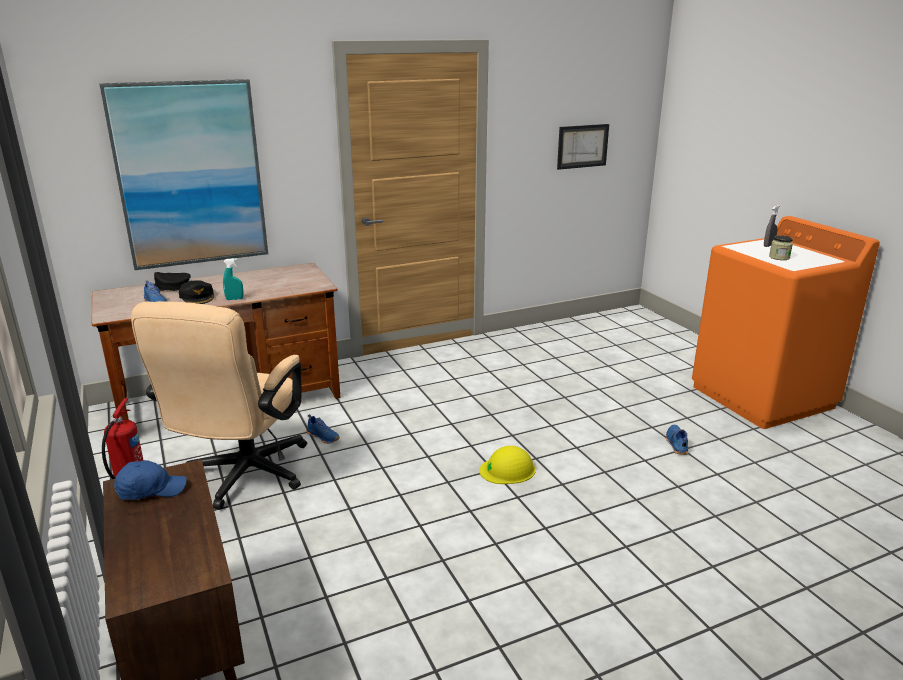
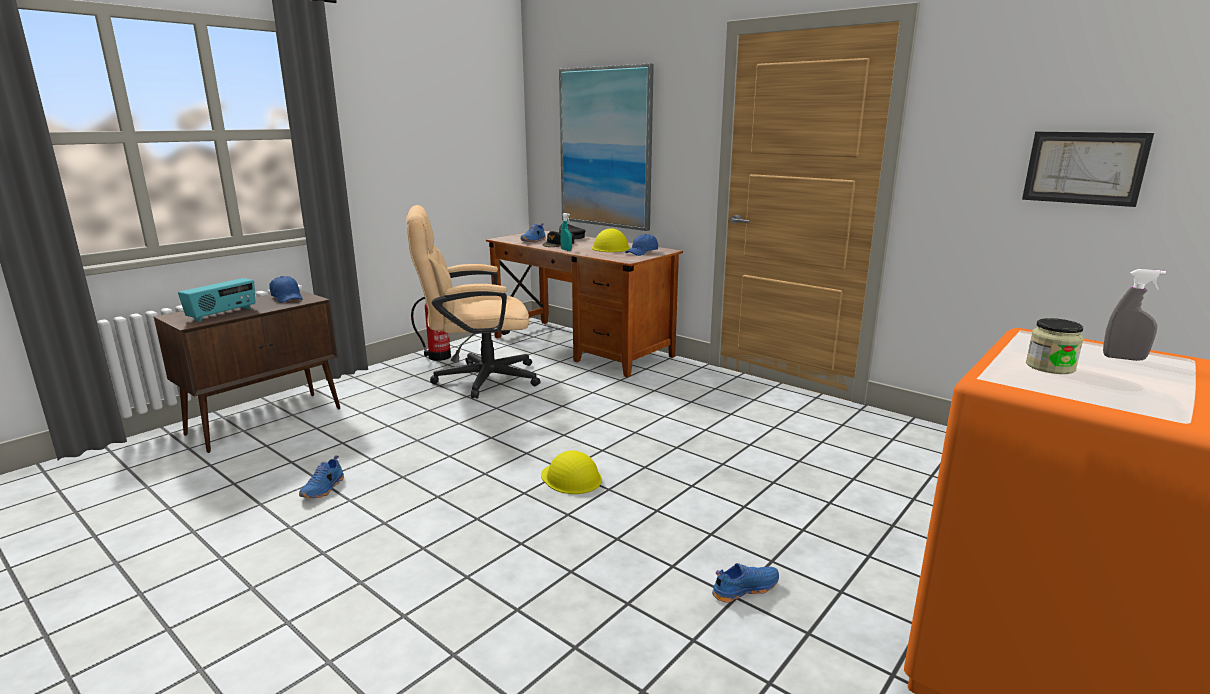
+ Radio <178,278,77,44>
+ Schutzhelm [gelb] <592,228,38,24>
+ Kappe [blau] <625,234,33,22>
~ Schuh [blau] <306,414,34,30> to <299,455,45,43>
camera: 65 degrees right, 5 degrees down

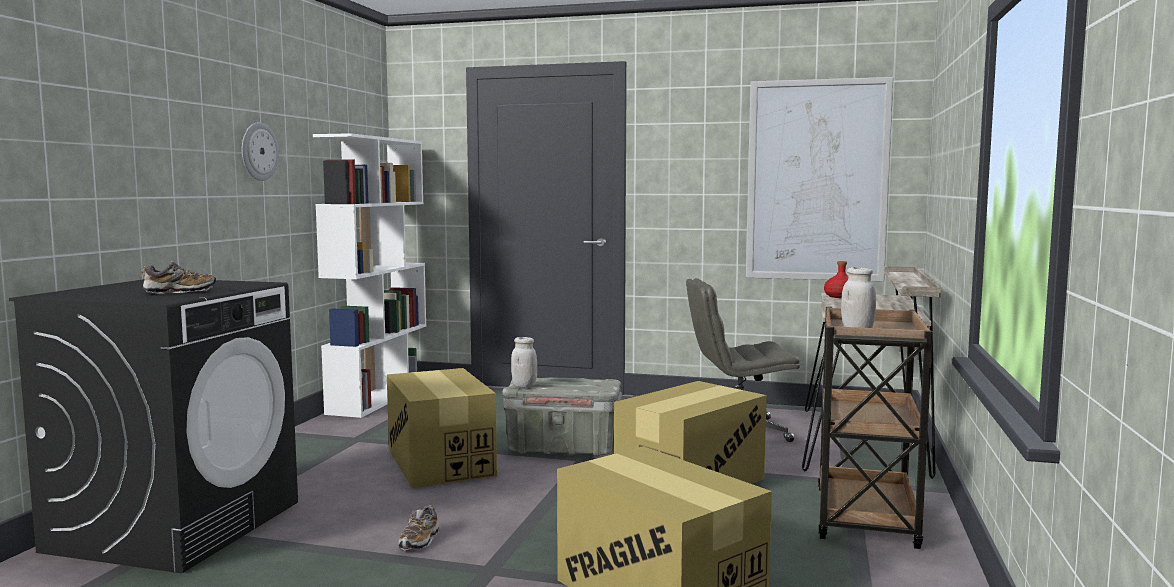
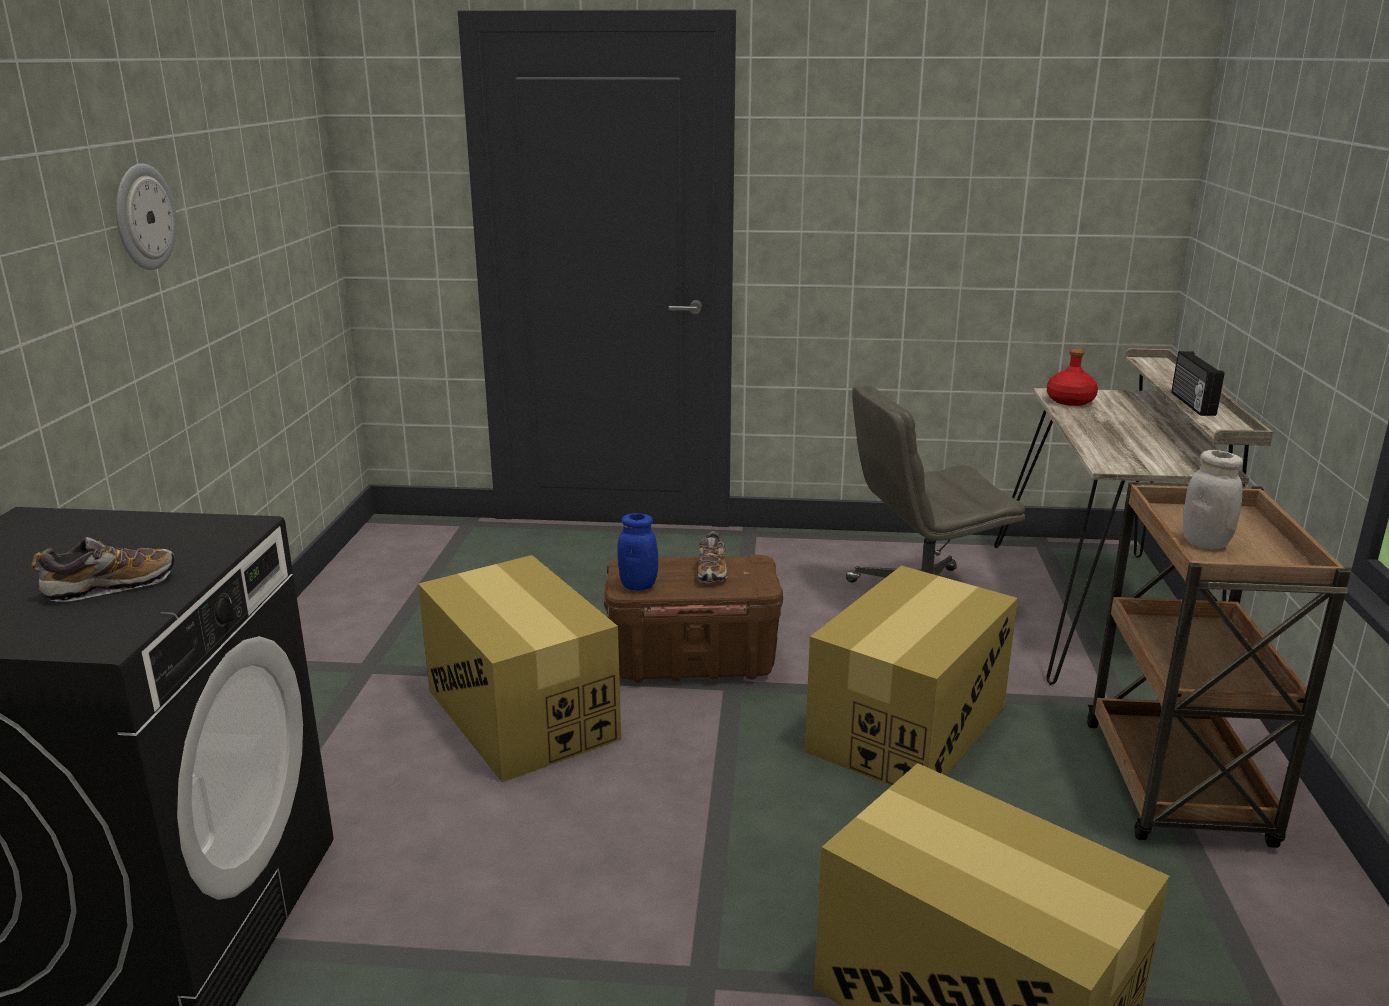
- Bücherregal [weiß] <313,133,113,285>
- Bild <746,77,148,205>
+ Radio <1171,351,53,65>
~ Schuh <398,505,41,45> to <698,531,29,53>
~ Aufbewahrungsbox [grau] <502,377,120,80> to Aufbewahrungsbox [braun] <604,555,179,128>
~ Vorratsglas [weiß] <511,337,26,51> to Vorratsglas [blau] <617,513,41,78>
camera: 10 degrees left, 15 degrees up

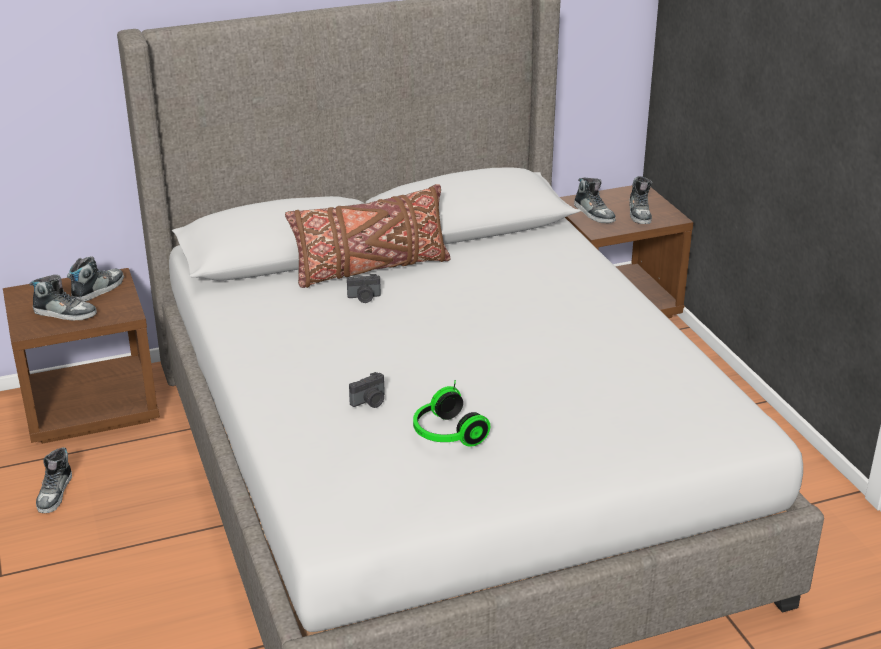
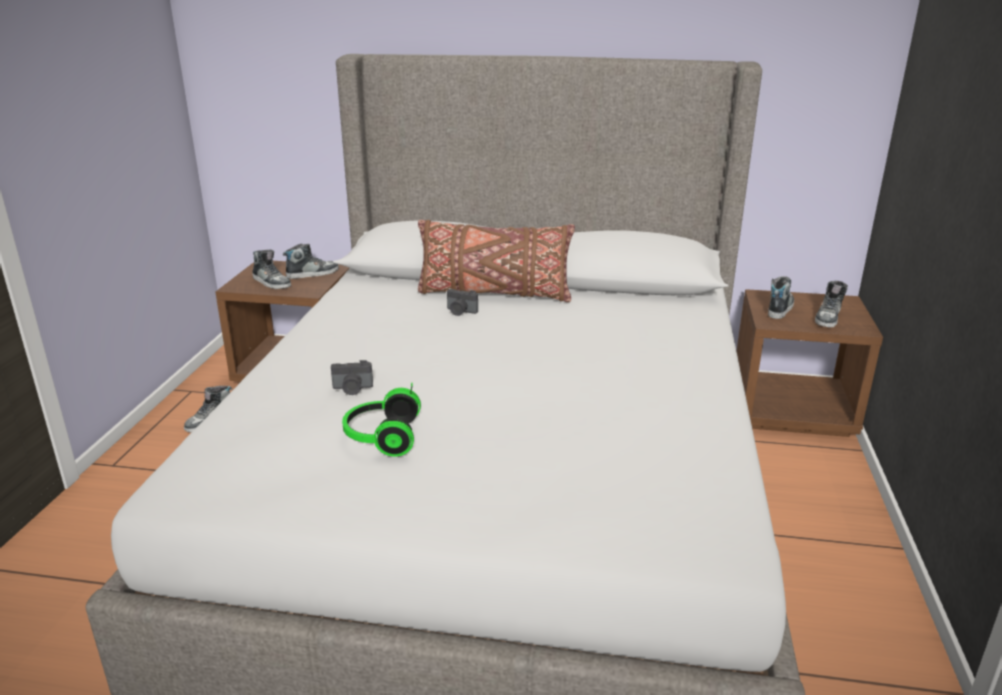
~ Schuh <574,178,42,45> = <768,276,26,43> 150 degrees counterclockwise
camera: 30 degrees right, 5 degrees down

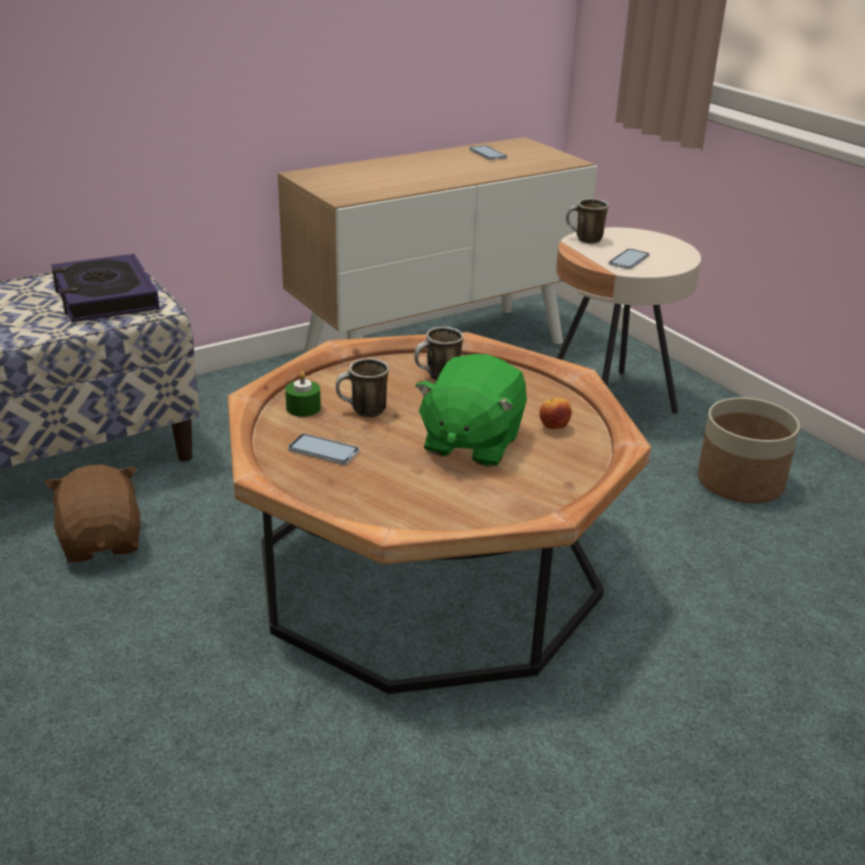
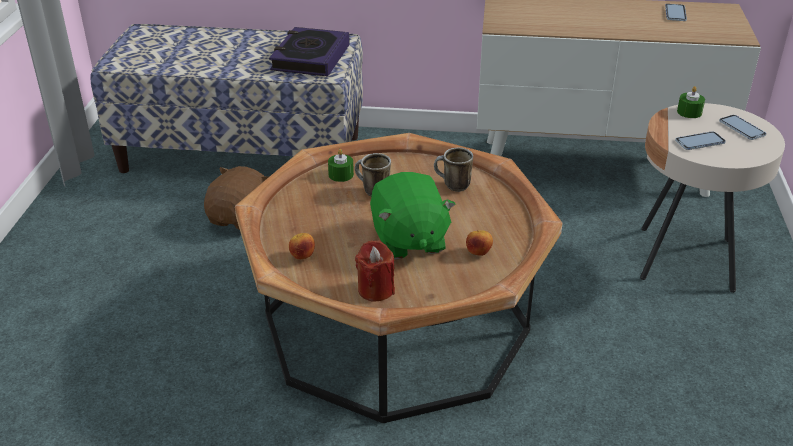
- Pflanzkübel <697,397,103,106>
+ Apfel <289,233,26,26>
+ Kerze [rot] <355,240,40,61>
~ Handy <288,434,71,31> to <719,115,47,25>
~ Henkelbecher <566,198,43,46> to Kerze [grün] <677,86,28,32>
~ Plüschtier [grün] <415,354,112,113> = <370,172,85,88> 75 degrees counterclockwise
camera: 40 degrees right, 5 degrees up

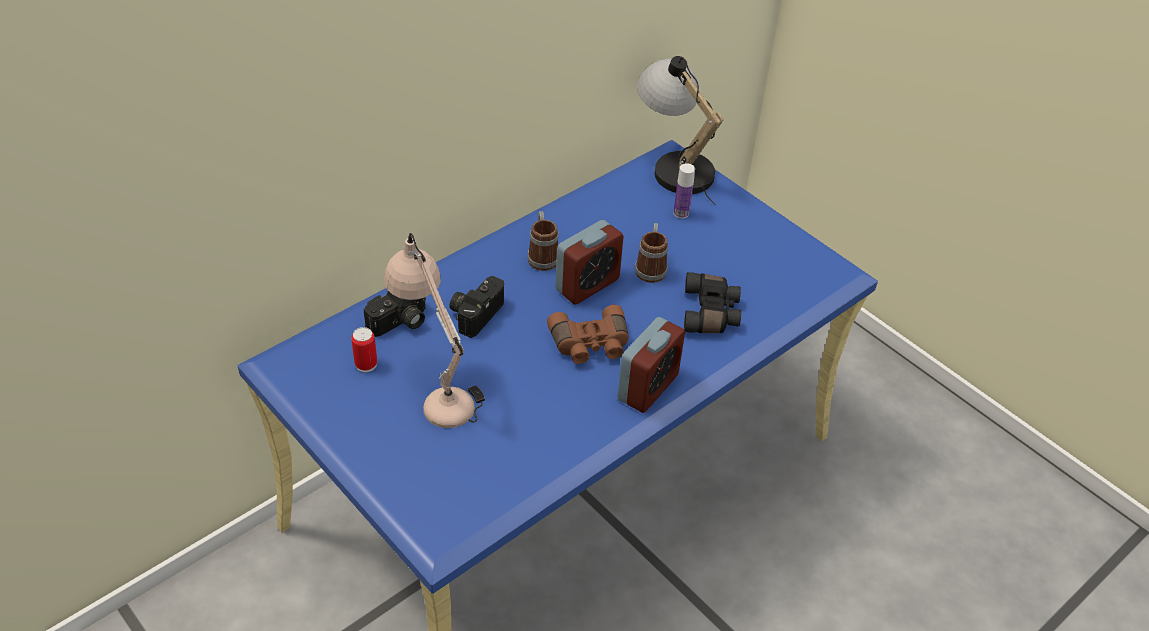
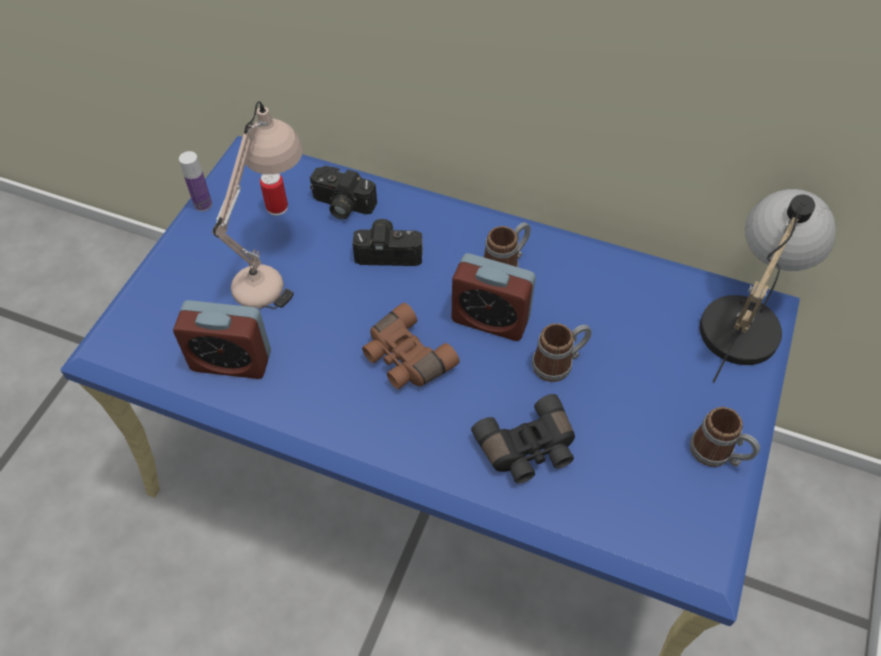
+ Henkelbecher <690,407,70,60>
~ Wecker <617,317,68,96> to <173,300,98,79>
~ Flasche <673,163,22,56> to <179,151,33,60>
camera: 65 degrees right, 10 degrees up

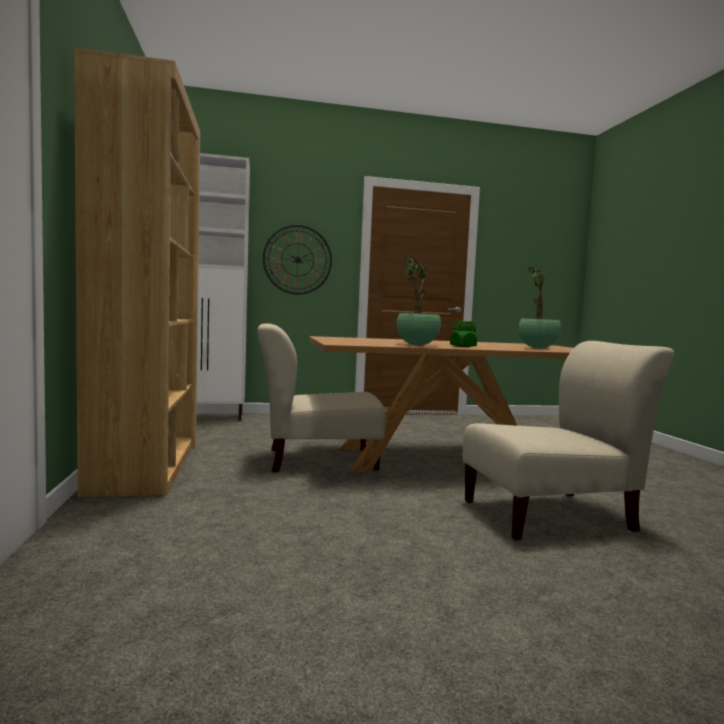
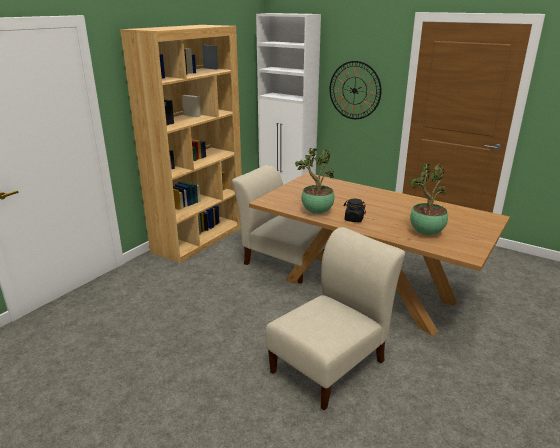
~ Vorratsglas [grün] <450,321,27,26> to Vorratsglas [schwarz] <343,198,23,24>
~ Stuhl [beige] <463,341,212,200> = <265,227,140,183> 75 degrees counterclockwise
camera: 45 degrees right, 20 degrees up

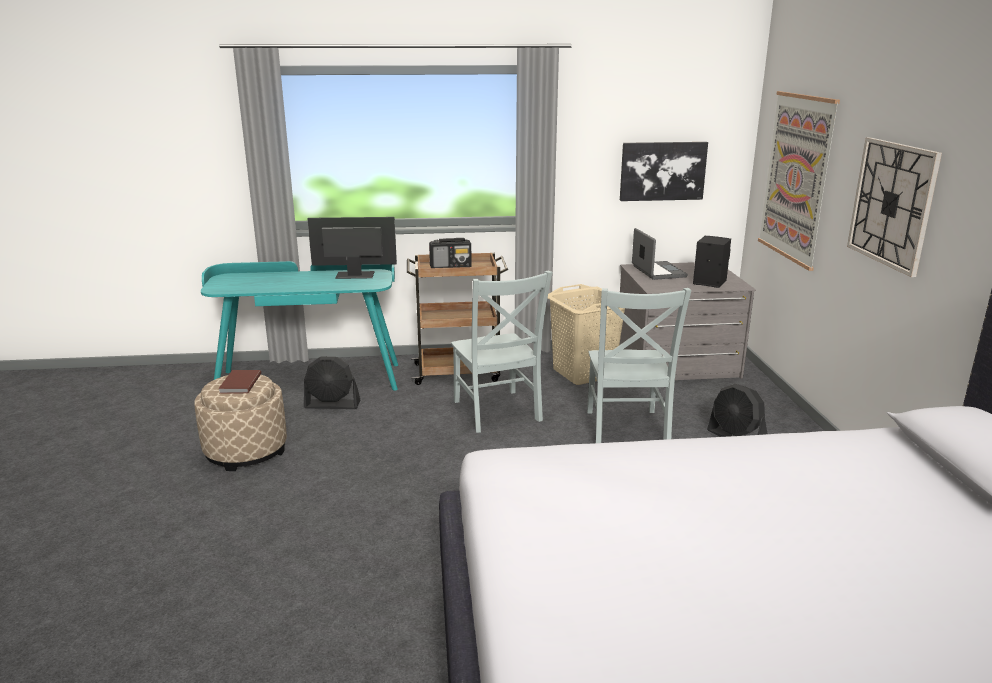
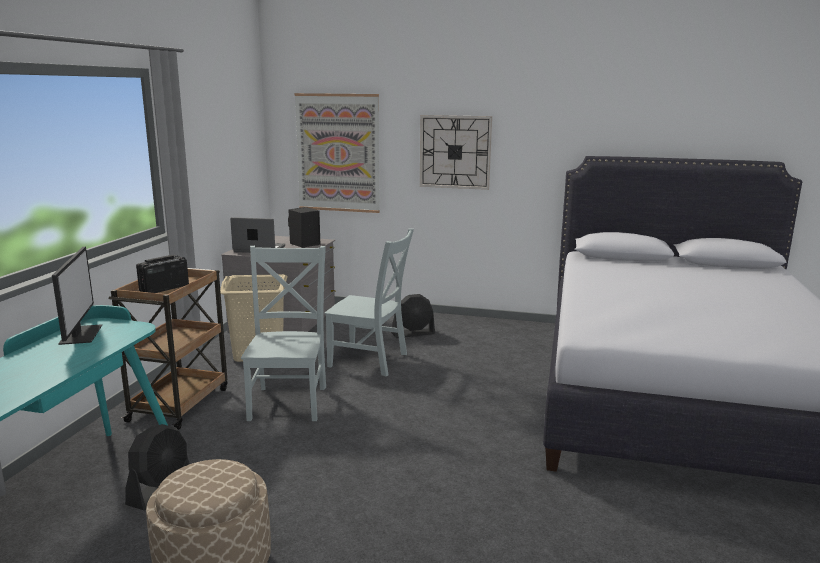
- Buch [braun] <218,370,43,24>
- Bild <620,142,88,59>
~ Monitor <307,217,90,62> = <52,247,50,98> 150 degrees clockwise
~ Radio <429,238,43,30> = <136,255,53,38> 150 degrees counterclockwise
~ Stuhl [grau] <451,271,102,162> = <241,246,85,175> 90 degrees counterclockwise
camera: 70 degrees left, 5 degrees down

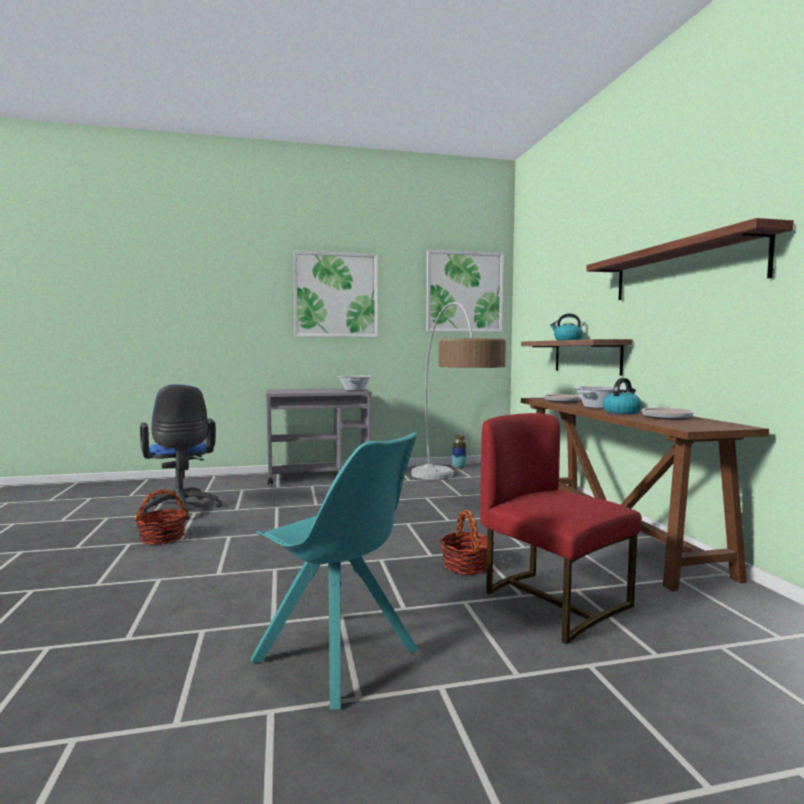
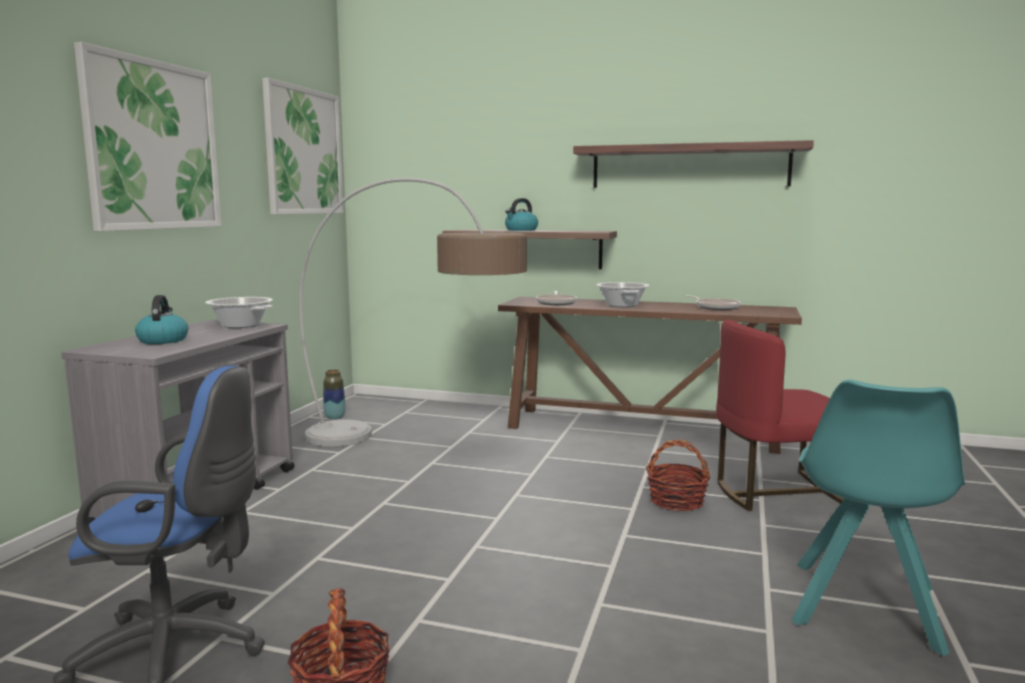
~ Wasserkessel <603,378,39,36> to <135,295,54,49>
~ Stuhl [türkis] <251,432,168,277> = <792,379,173,277> 135 degrees clockwise
camera: 60 degrees left, 5 degrees up

